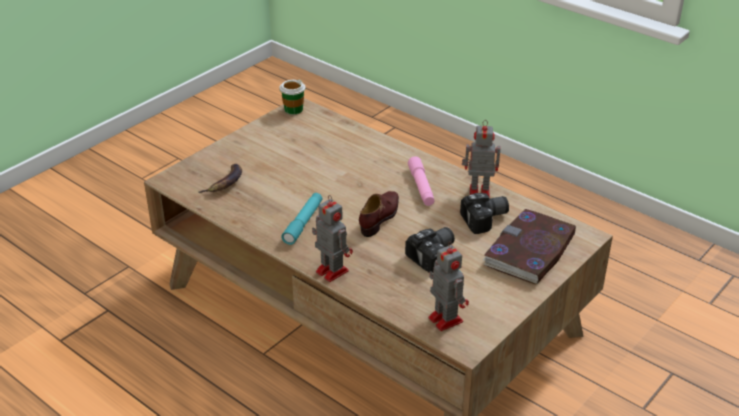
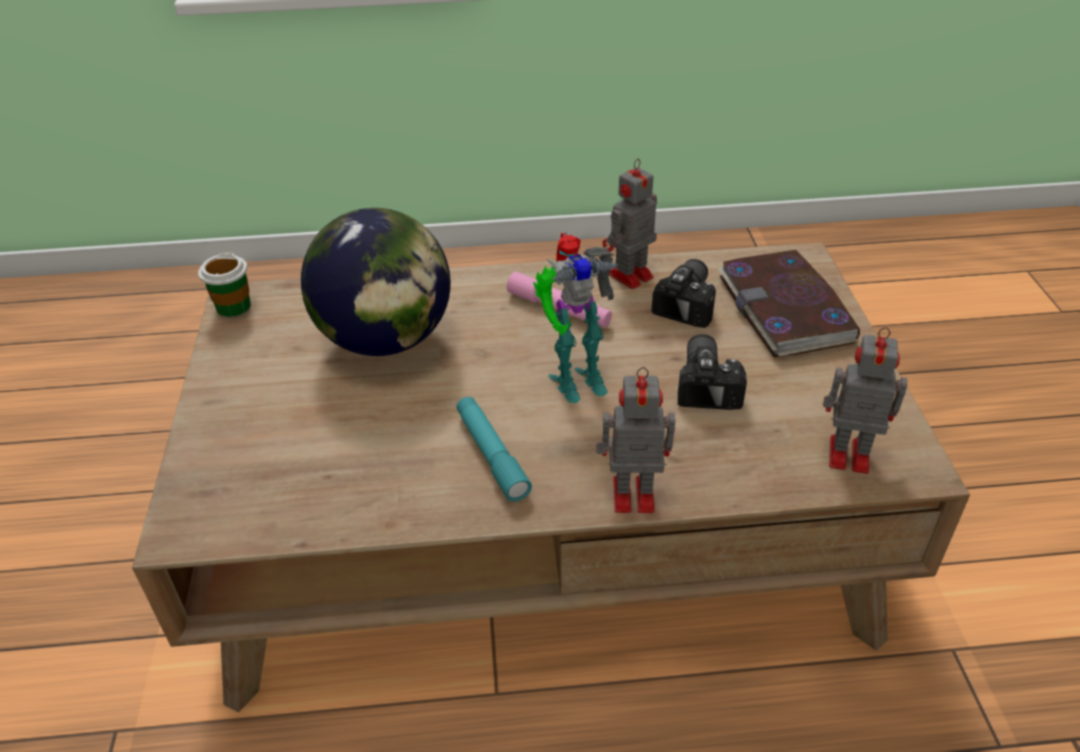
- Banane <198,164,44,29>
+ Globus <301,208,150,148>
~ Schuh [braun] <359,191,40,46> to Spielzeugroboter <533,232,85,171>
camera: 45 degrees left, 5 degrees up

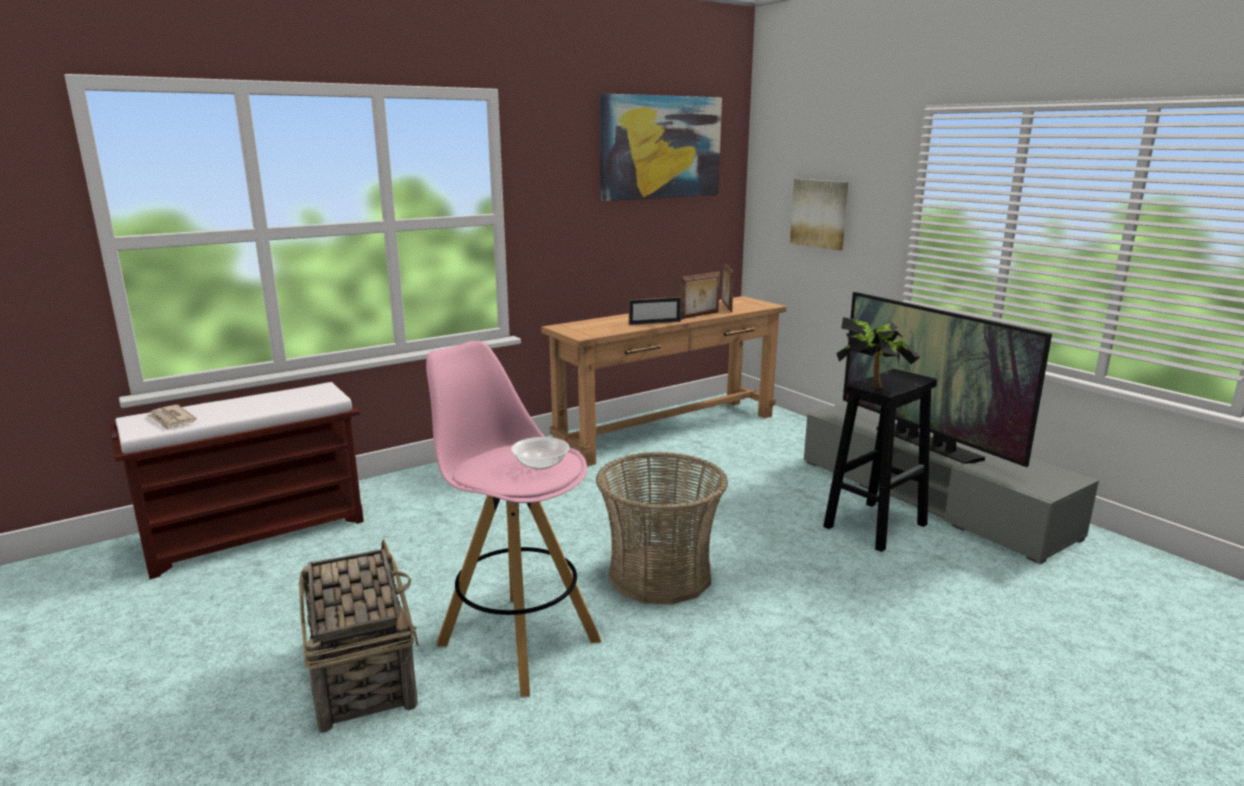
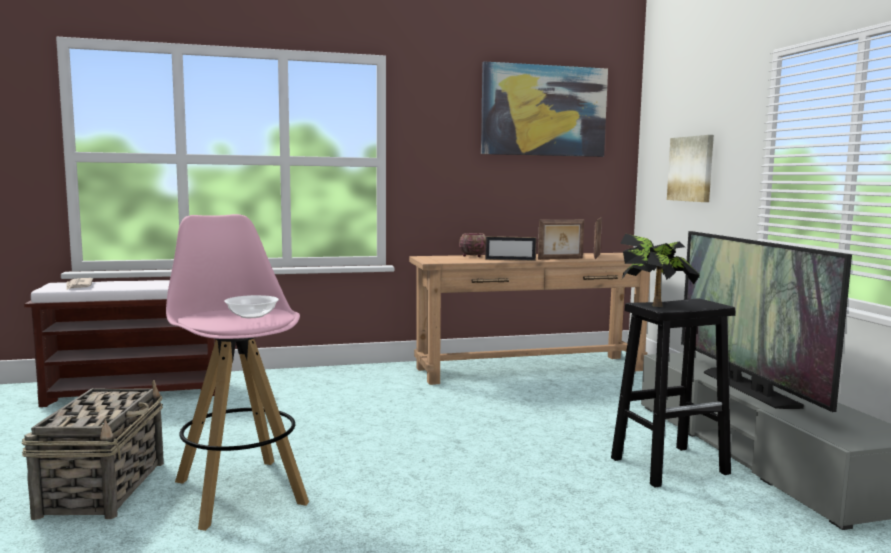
- Korb <596,452,132,153>
+ Schüssel <459,233,27,24>
camera: 20 degrees right, 10 degrees down

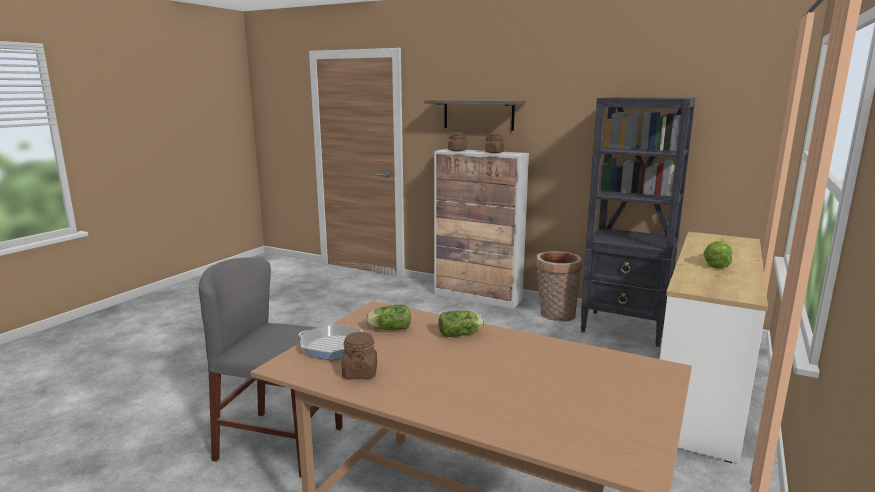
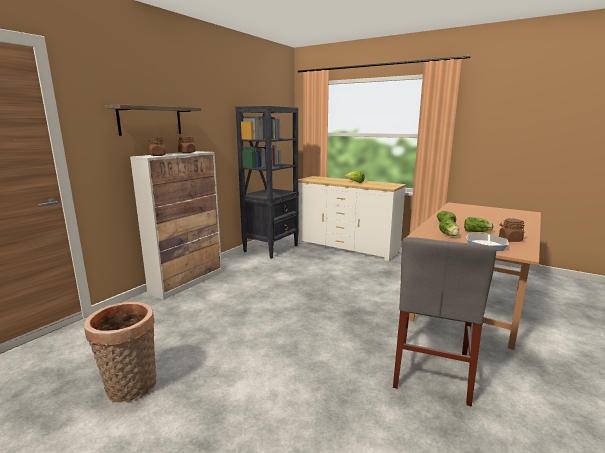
+ Salatkopf <464,217,30,15>
~ Korb <536,251,46,71> to <84,302,73,101>
camera: 85 degrees left, 0 degrees up

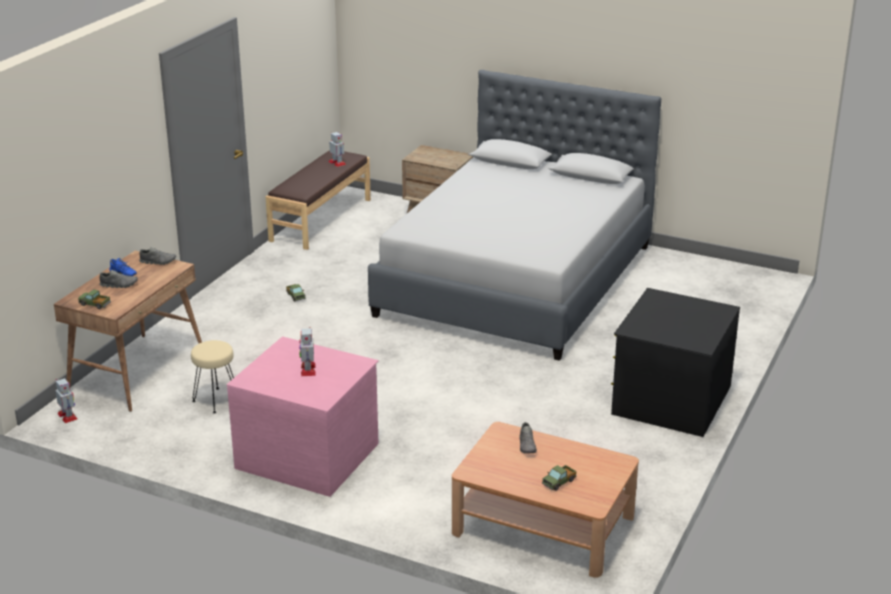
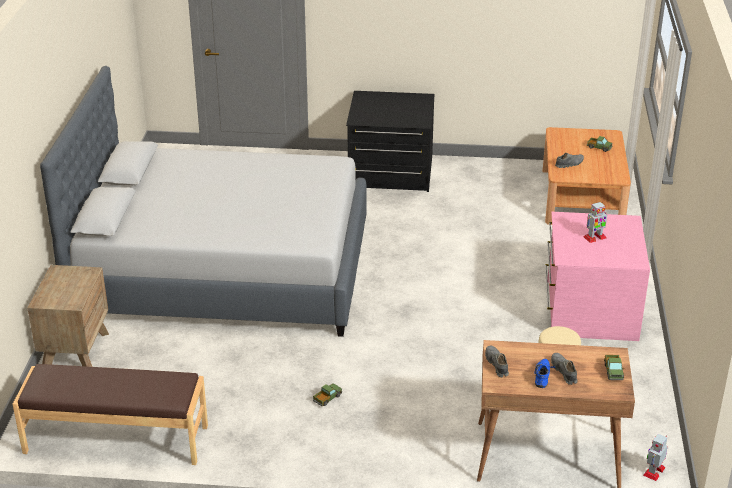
- Spielzeugroboter <329,132,17,35>
camera: 110 degrees left, 5 degrees up

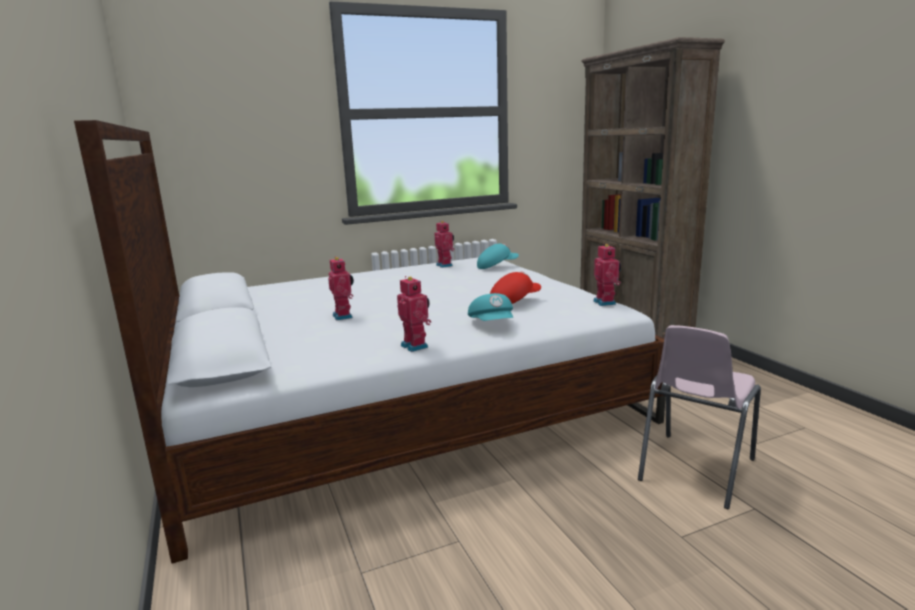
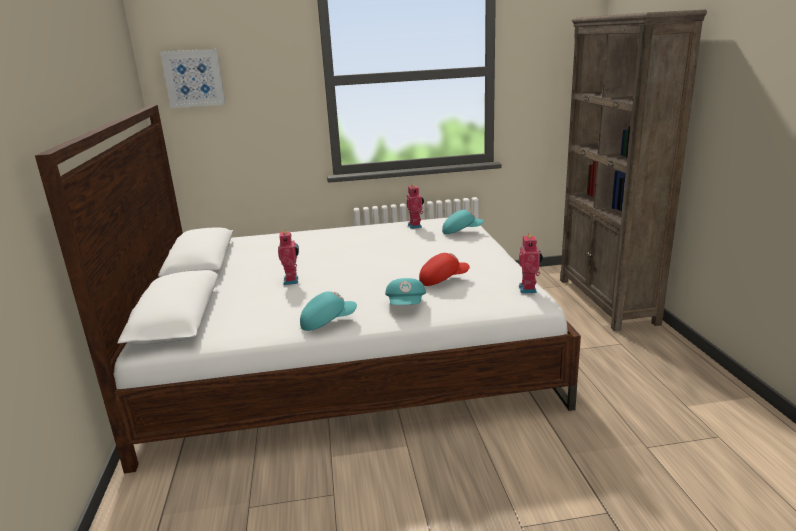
- Stuhl [rosa] <638,325,123,184>
+ Bild <160,49,65,59>
~ Spielzeugroboter <397,276,34,76> to Kappe [türkis] <300,291,57,40>
camera: 15 degrees right, 5 degrees up

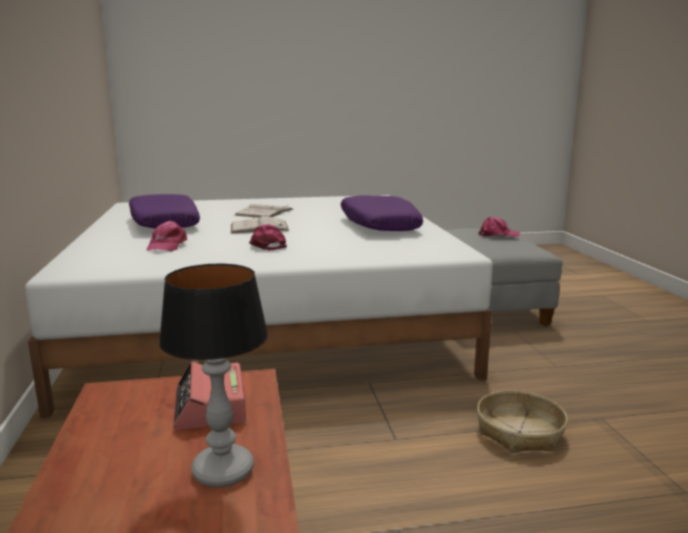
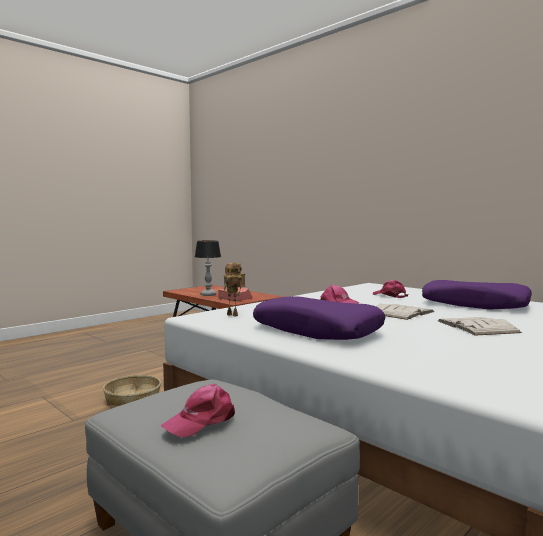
+ Spielzeugroboter <220,263,25,54>
camera: 145 degrees right, 10 degrees down

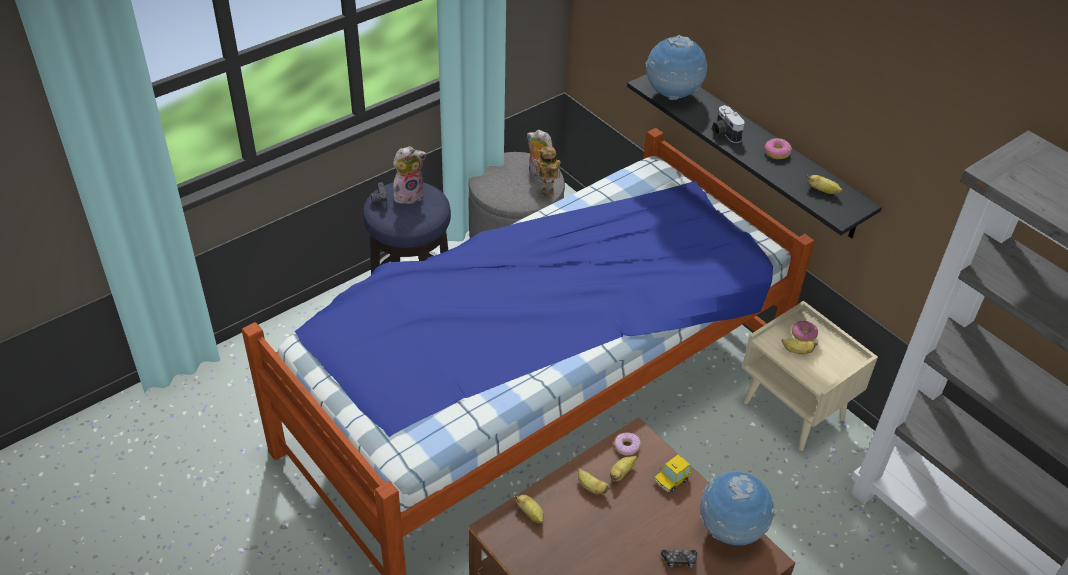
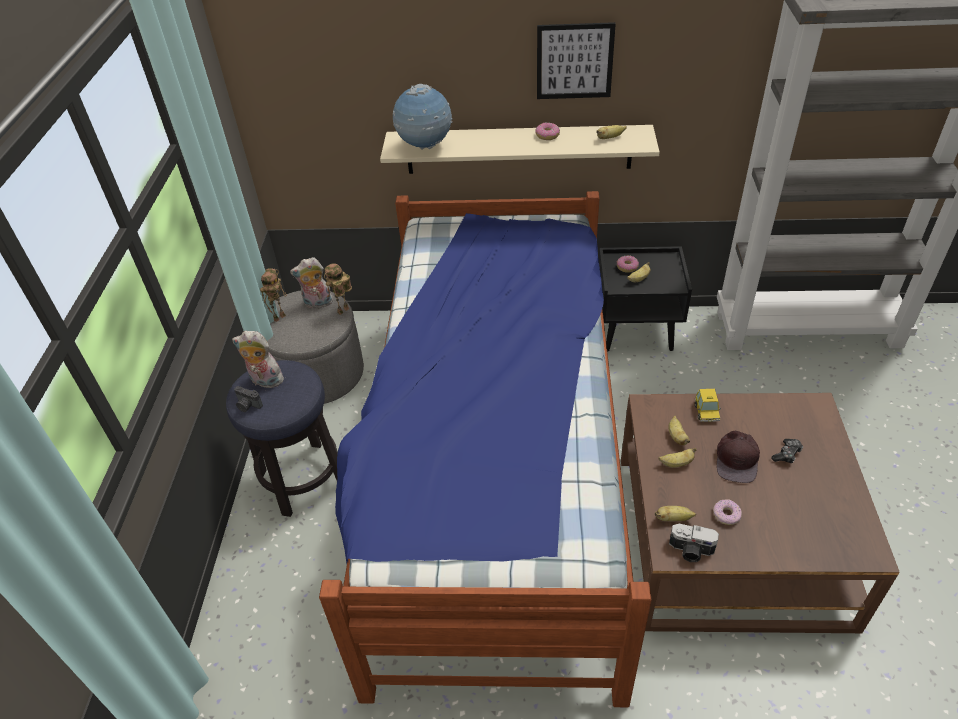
- Globus <700,472,74,73>
+ Spielzeugroboter <260,268,27,54>
+ Bild <537,22,79,77>
+ Kappe [braun] <717,431,43,52>
~ Donut <614,432,27,24> to <713,499,29,26>
~ Kamera <712,105,33,38> to <669,524,50,38>
~ Wandregal [schwarz] <627,74,255,164> to Wandregal [beige] <380,125,280,49>
~ Nachttisch [beige] <742,301,136,150> to Nachttisch [schwarz] <599,246,93,106>
~ Plüschtier <393,146,33,58> = <232,331,52,57> 90 degrees counterclockwise
camera: 45 degrees left, 0 degrees up

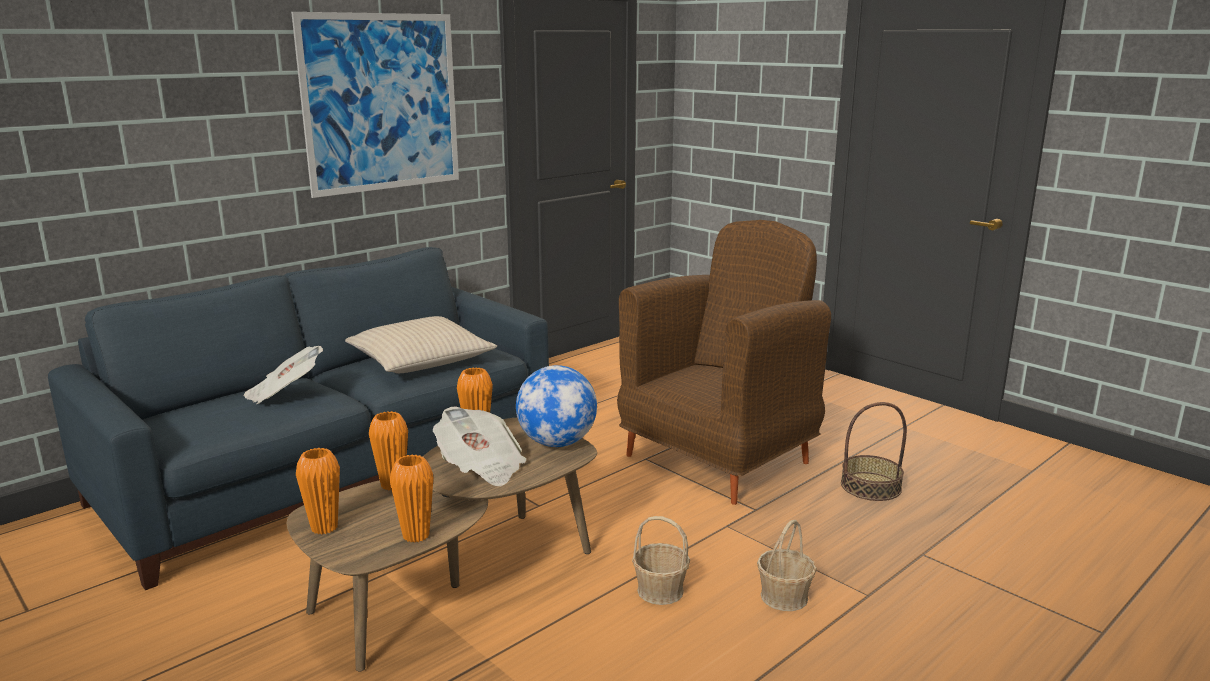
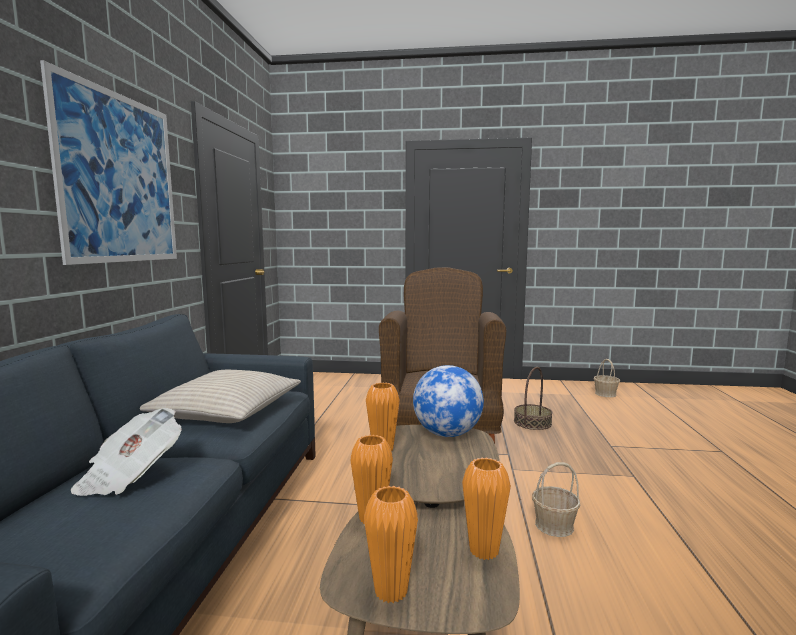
- Zeitung <433,406,94,80>
~ Korb <757,520,60,91> to <593,359,27,38>
camera: 40 degrees left, 10 degrees down

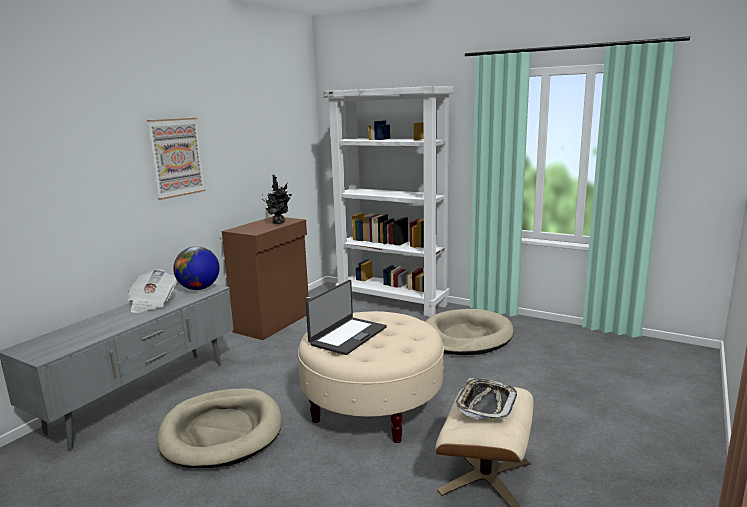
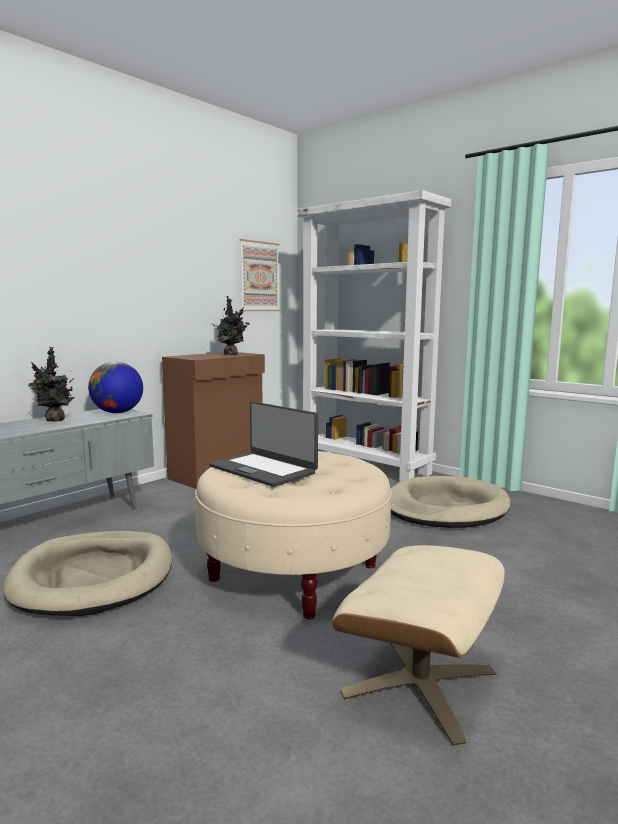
- Tablett <456,378,61,41>
~ Bild <147,118,59,82> to <240,239,40,72>
~ Zeitung <128,269,49,44> to Topfpflanze <28,347,47,75>
~ Laptop <306,280,81,75> = <209,401,109,86> 90 degrees clockwise
camera: 10 degrees right, 5 degrees down

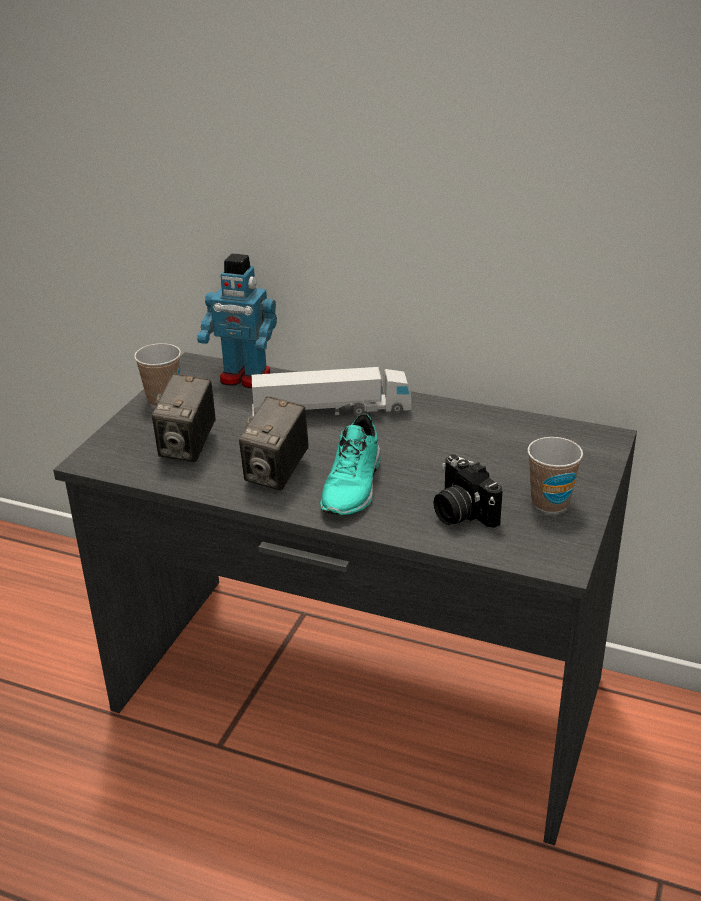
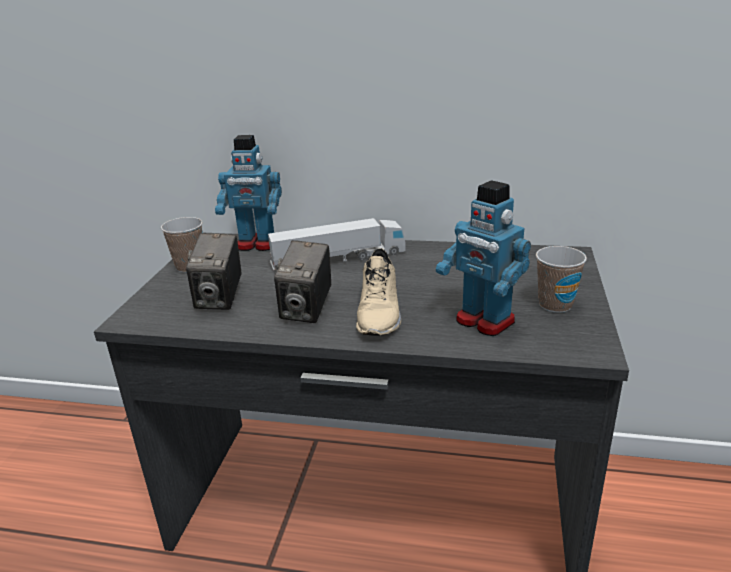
~ Kamera <433,454,69,74> to Spielzeugroboter <436,180,95,156>
~ Schuh [türkis] <320,414,61,101> to Schuh [beige] <356,248,45,87>
camera: 10 degrees left, 5 degrees down

